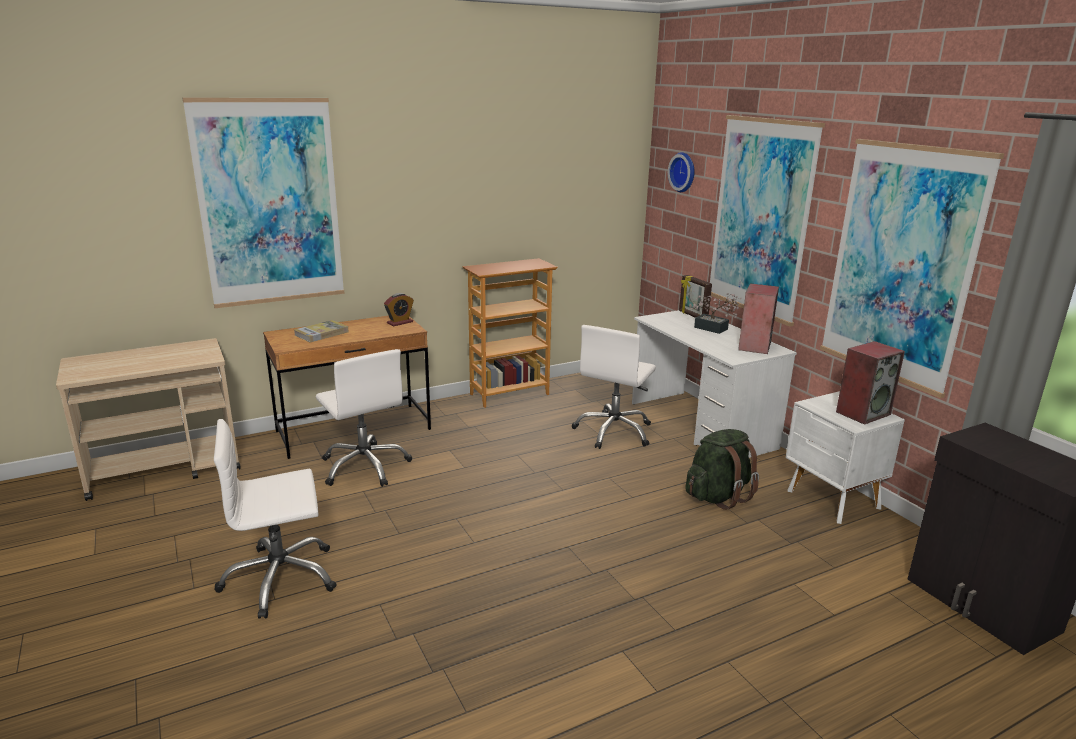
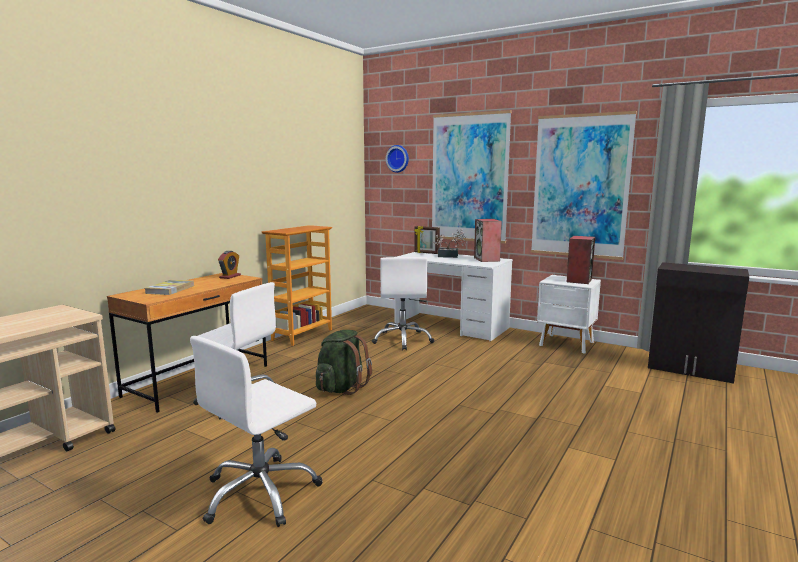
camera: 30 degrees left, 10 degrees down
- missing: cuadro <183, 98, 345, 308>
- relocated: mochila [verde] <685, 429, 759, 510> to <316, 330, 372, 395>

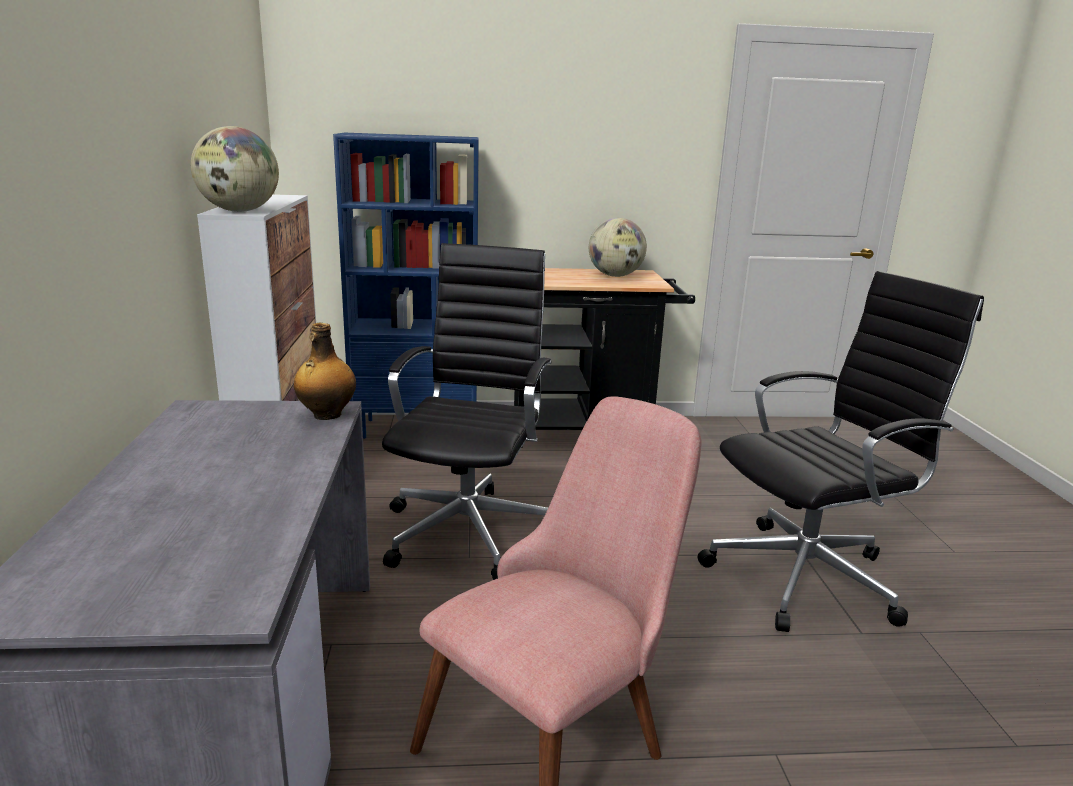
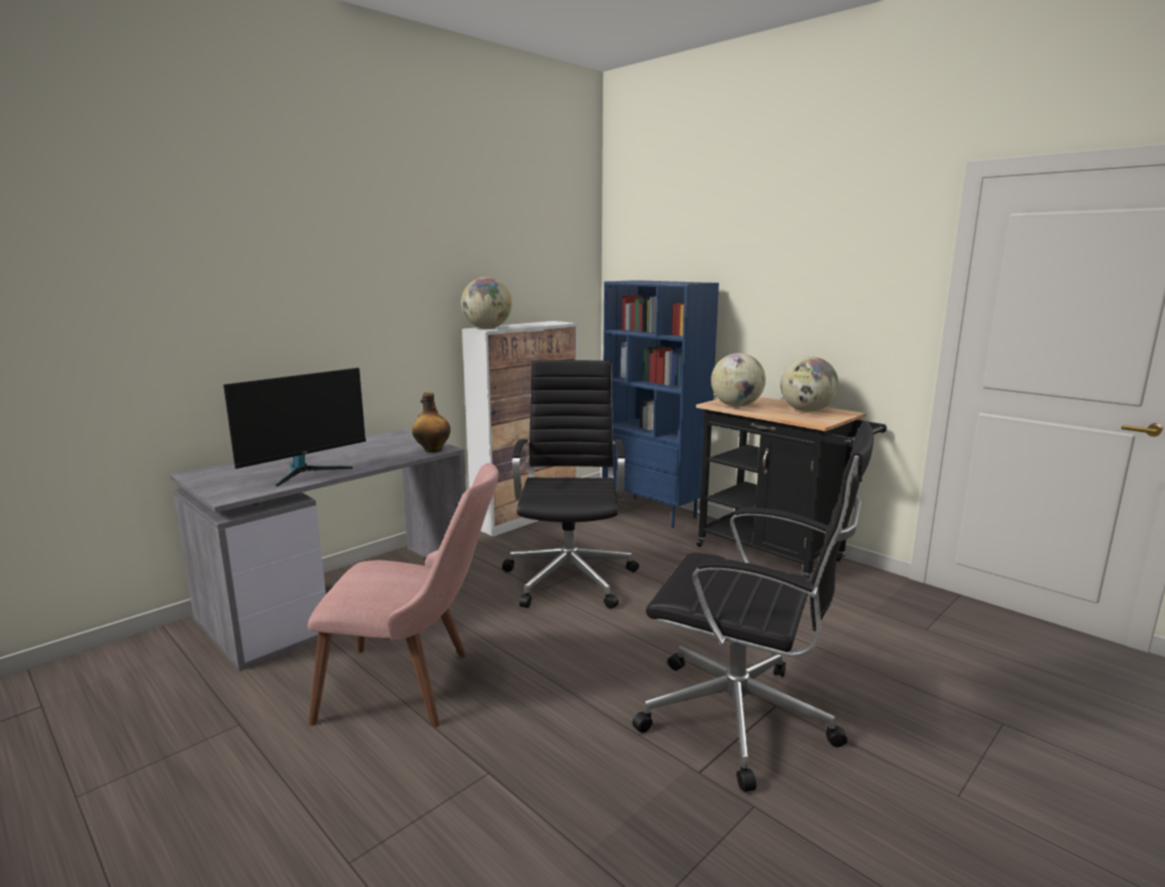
camera: 50 degrees right, 5 degrees down
- spun: silla de oficina [negro] <382, 243, 551, 580> = <502, 360, 639, 609> 60 degrees counterclockwise
- appeared: monitor <223, 368, 366, 487>
- appeared: globo terráqueo <711, 353, 766, 407>

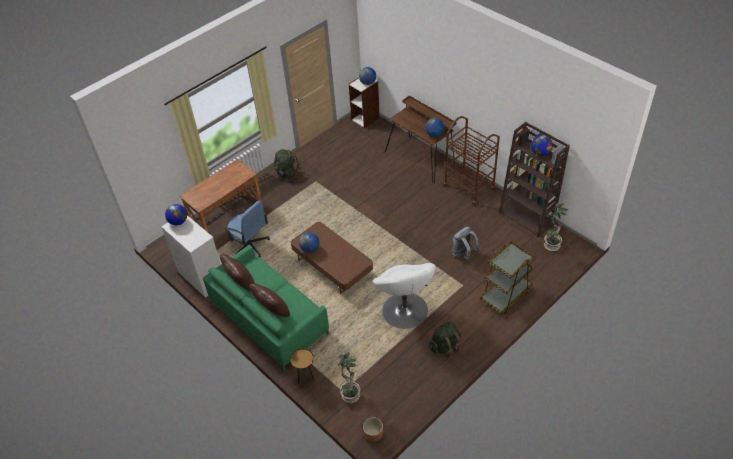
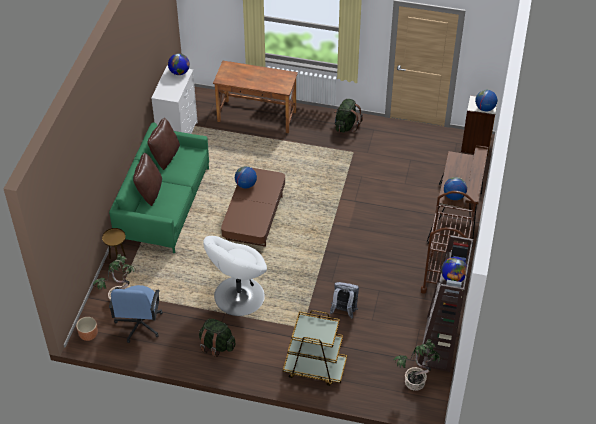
camera: 55 degrees right, 0 degrees up
- relocated: silla de oficina [azul] <224, 201, 270, 257> to <109, 285, 163, 343>

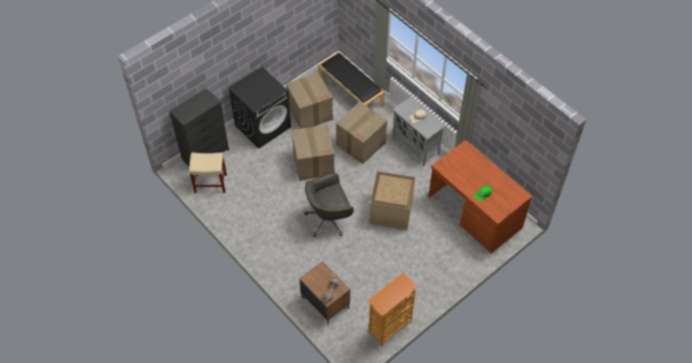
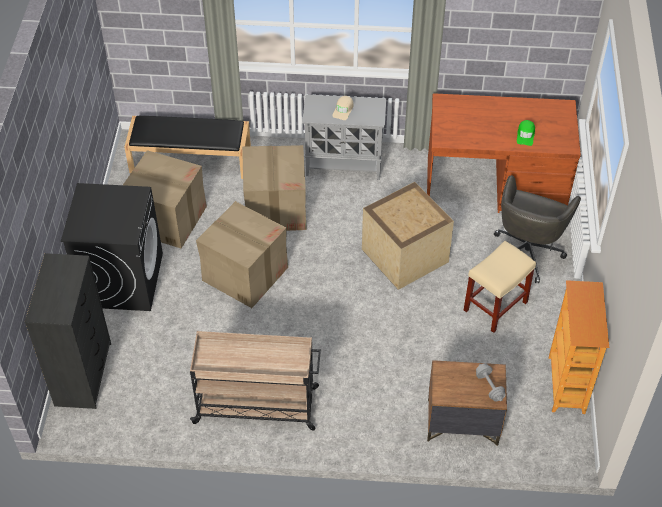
camera: 45 degrees left, 5 degrees down
- relocated: taburete [beis] <189, 152, 227, 193> to <464, 241, 536, 333>
- relocated: silla de oficina [gris] <304, 173, 354, 237> to <494, 175, 581, 283>
- appeared: carrito [beis] <190, 331, 321, 431>

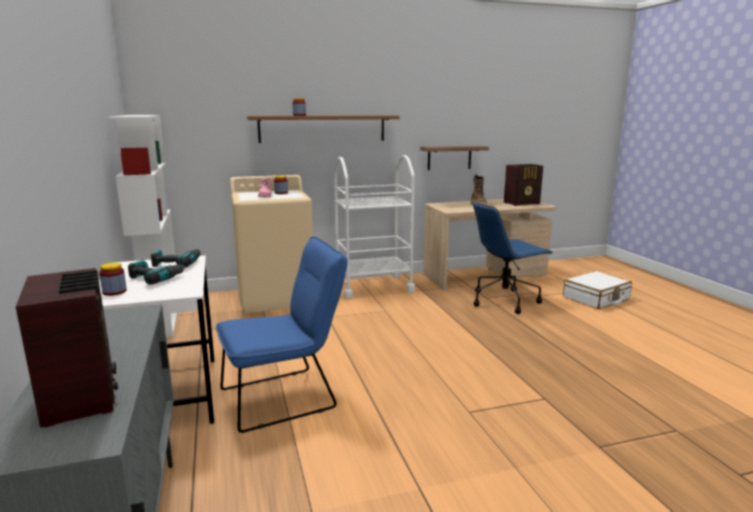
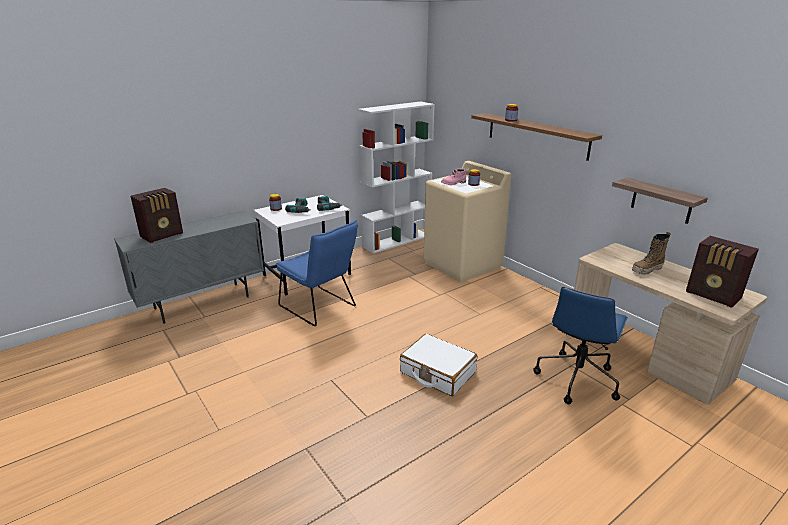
camera: 70 degrees right, 10 degrees up
- missing: carrito [blanco] <334, 155, 415, 298>
- spun: silla de oficina [azul] <473, 202, 553, 314> = <534, 287, 628, 404> 105 degrees counterclockwise
- relocated: maleta [blanco] <563, 271, 632, 309> to <400, 334, 477, 396>

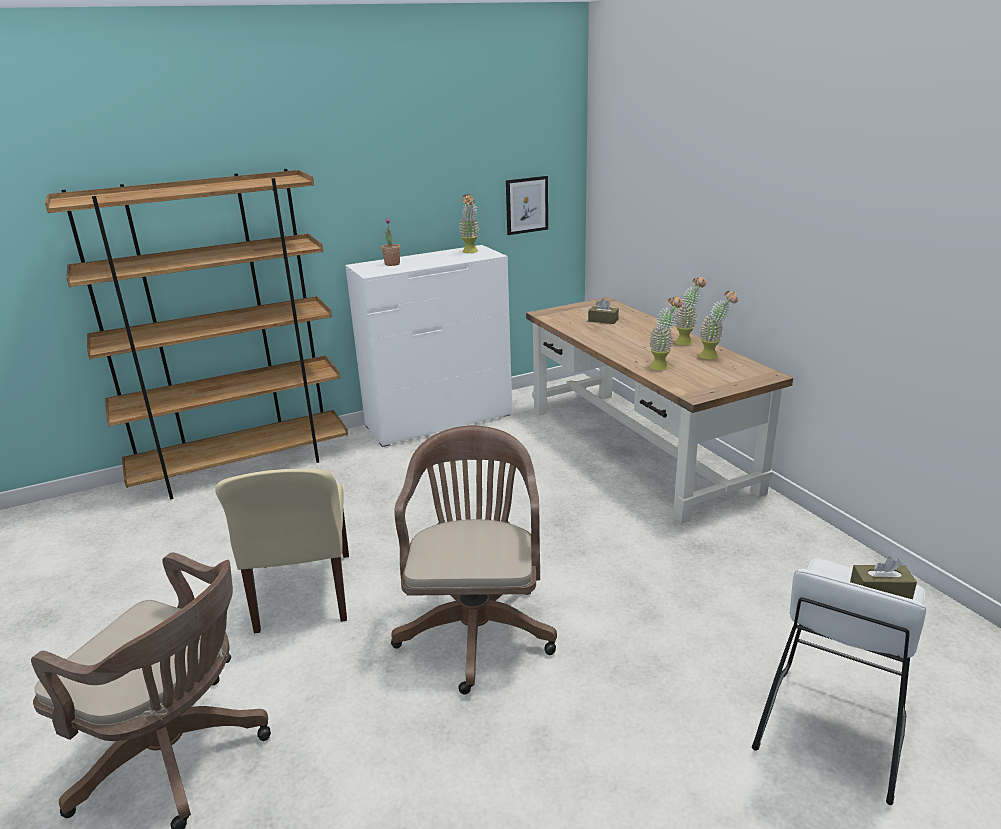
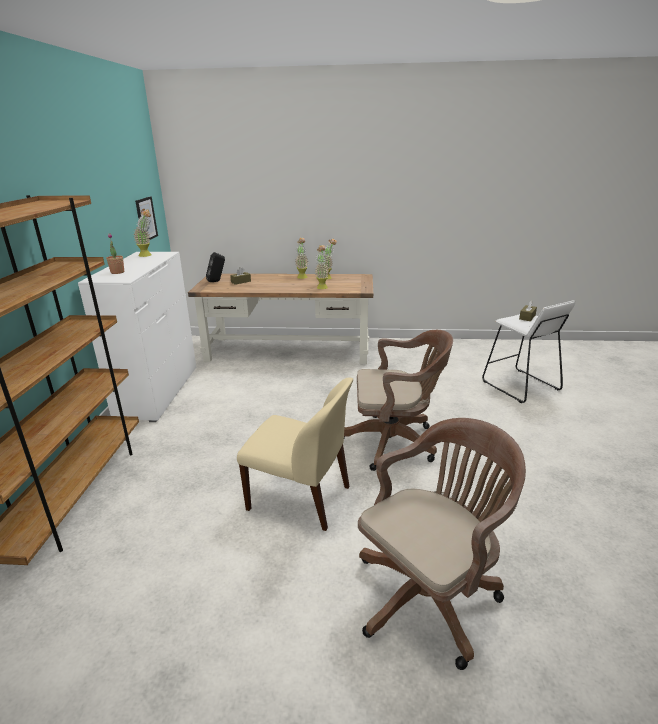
camera: 60 degrees left, 0 degrees up
- spun: silla de oficina [marrón] <391, 426, 557, 695> = <344, 330, 453, 471> 150 degrees clockwise
- appeared: altavoz [negro] <206, 252, 225, 282>

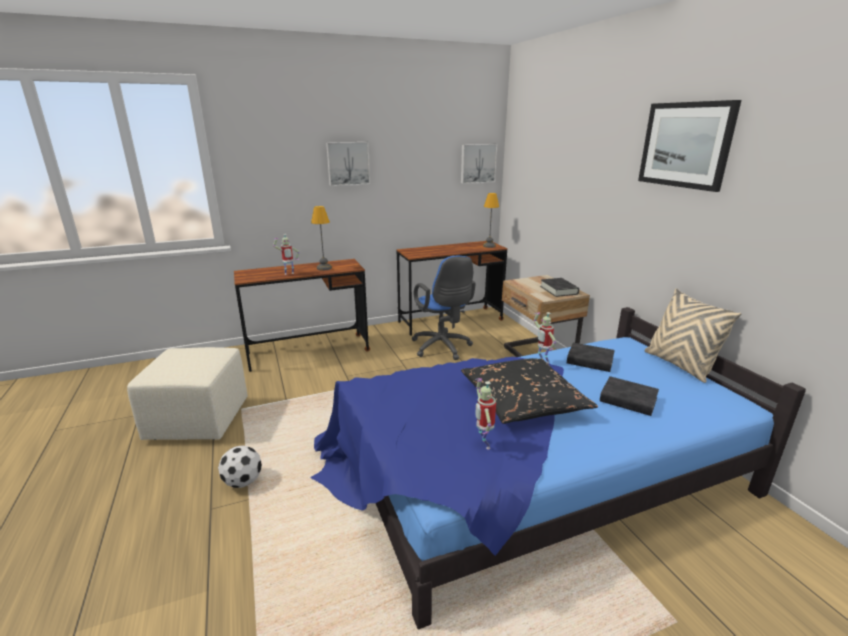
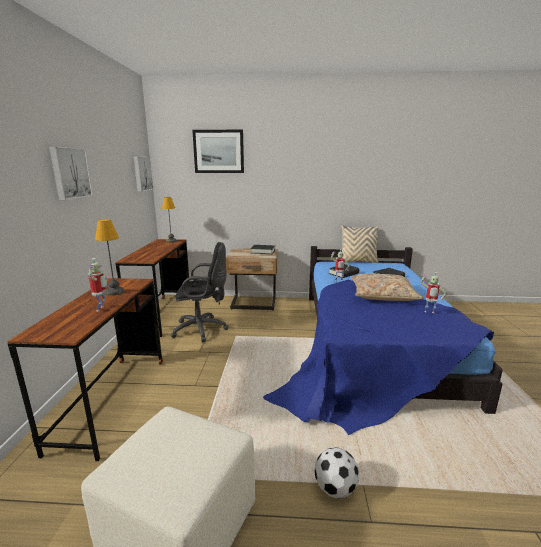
camera: 65 degrees left, 5 degrees down
- colour: silla de oficina [azul] <411, 256, 476, 360> to silla de oficina [negro] <170, 242, 229, 342>
- colour: cojín [negro] <461, 358, 598, 424> to cojín [beis] <351, 274, 424, 301>
- relocated: cuadro <638, 100, 741, 192> to <192, 130, 244, 173>

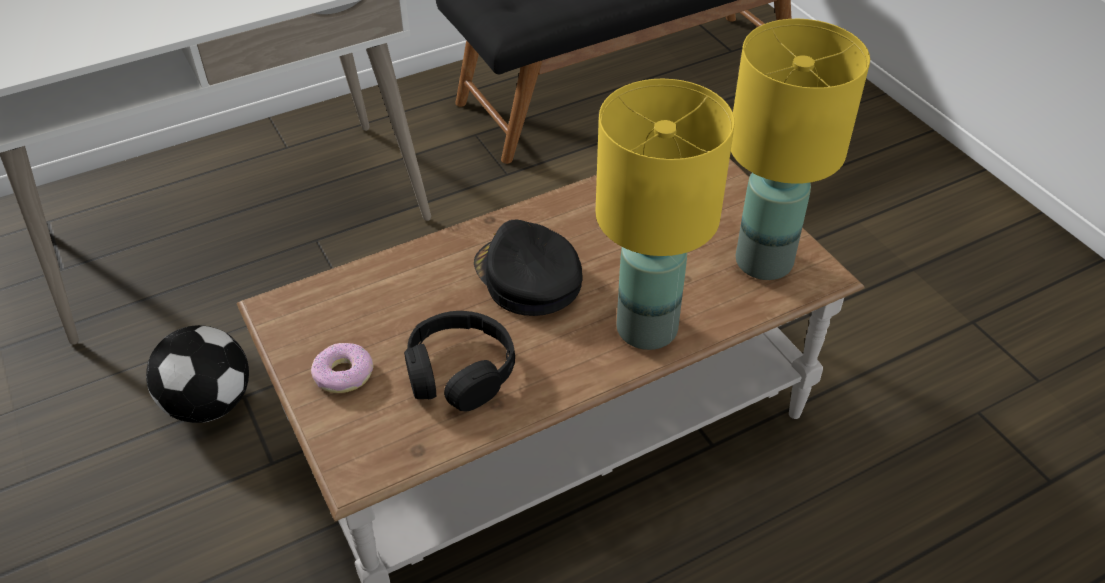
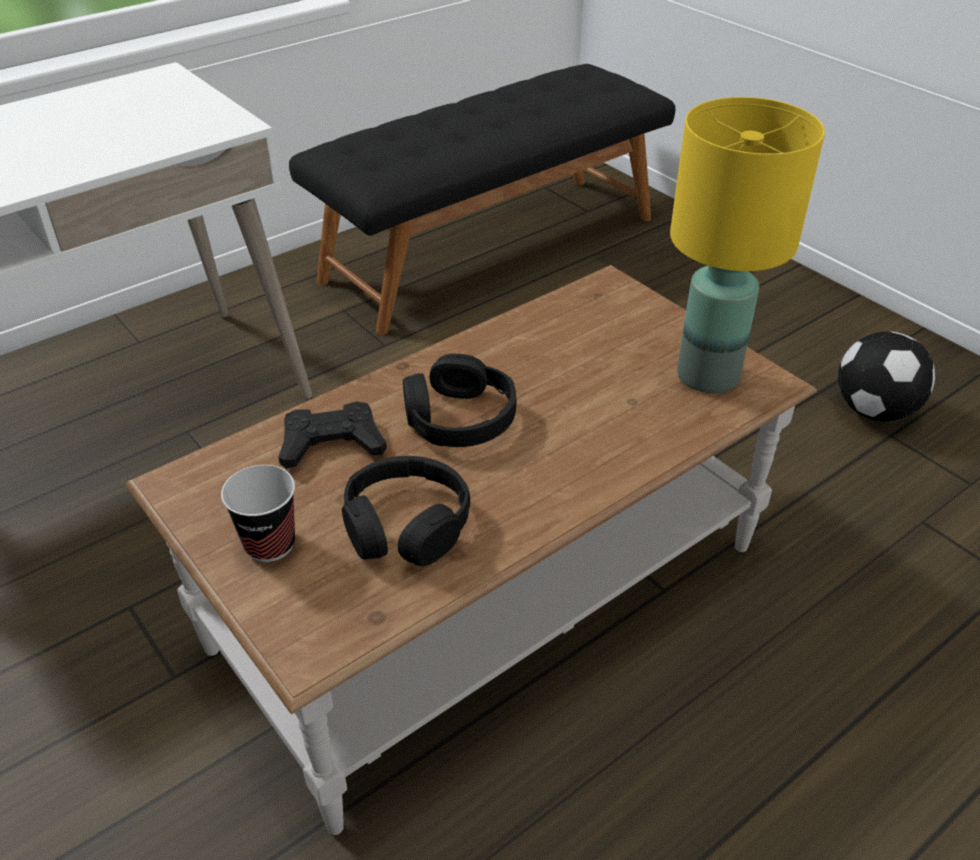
camera: 10 degrees left, 5 degrees down
- relocated: balón de fútbol <146, 325, 249, 423> to <838, 331, 935, 422>
- exchanged: rosquilla <311, 343, 373, 393> to taza <221, 465, 295, 562>
- exchanged: gorra [negro] <474, 220, 583, 316> to auriculares [negro] <403, 354, 516, 447>
- missing: lámpara de mesa [amarillo] <596, 79, 735, 350>
- appeared: mando de consola [negro] <278, 401, 387, 469>

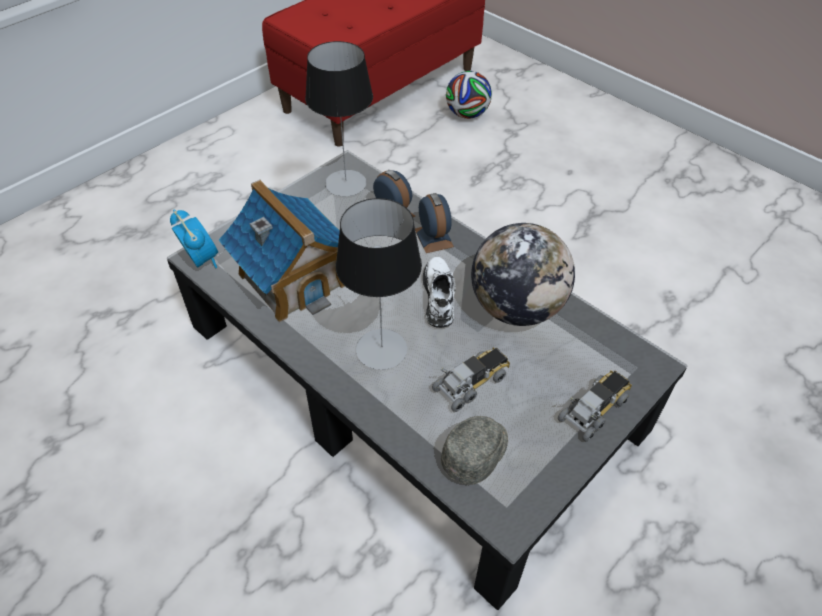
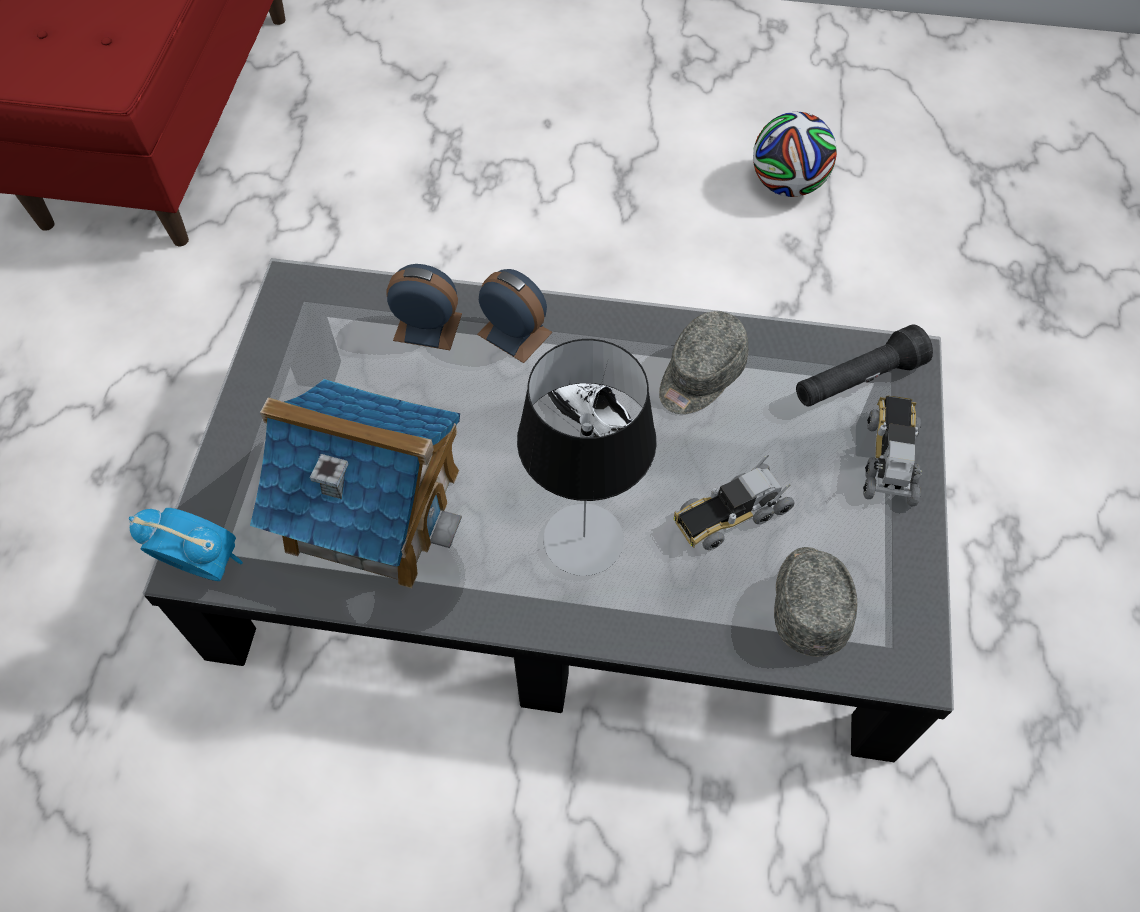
camera: 35 degrees left, 10 degrees up
- missing: lámpara de mesa <305, 41, 373, 196>
- spun: camión de juguete <432, 347, 510, 412> = <674, 455, 794, 550> 135 degrees counterclockwise
- relocated: balón de fútbol <446, 71, 492, 119> to <753, 112, 837, 197>
- exchanged: globo terráqueo <471, 223, 575, 326> to gorra [gris] <659, 311, 749, 414>
- appeared: linterna [negro] <796, 324, 933, 407>

